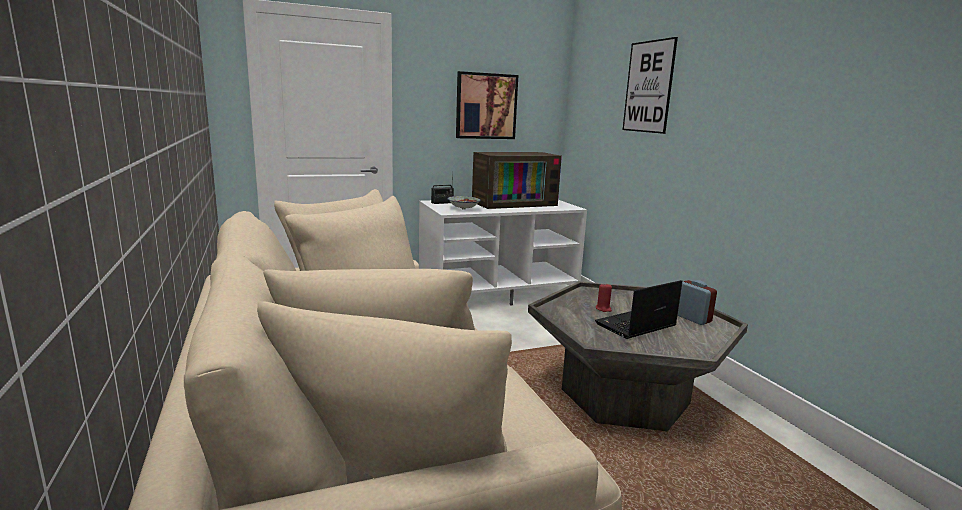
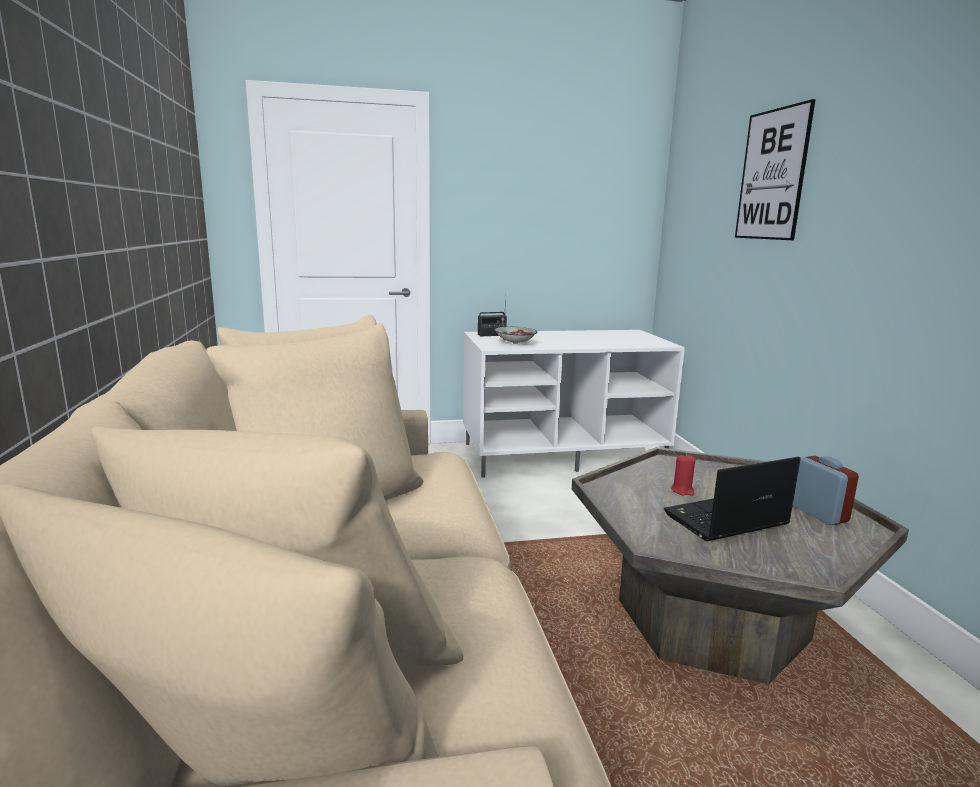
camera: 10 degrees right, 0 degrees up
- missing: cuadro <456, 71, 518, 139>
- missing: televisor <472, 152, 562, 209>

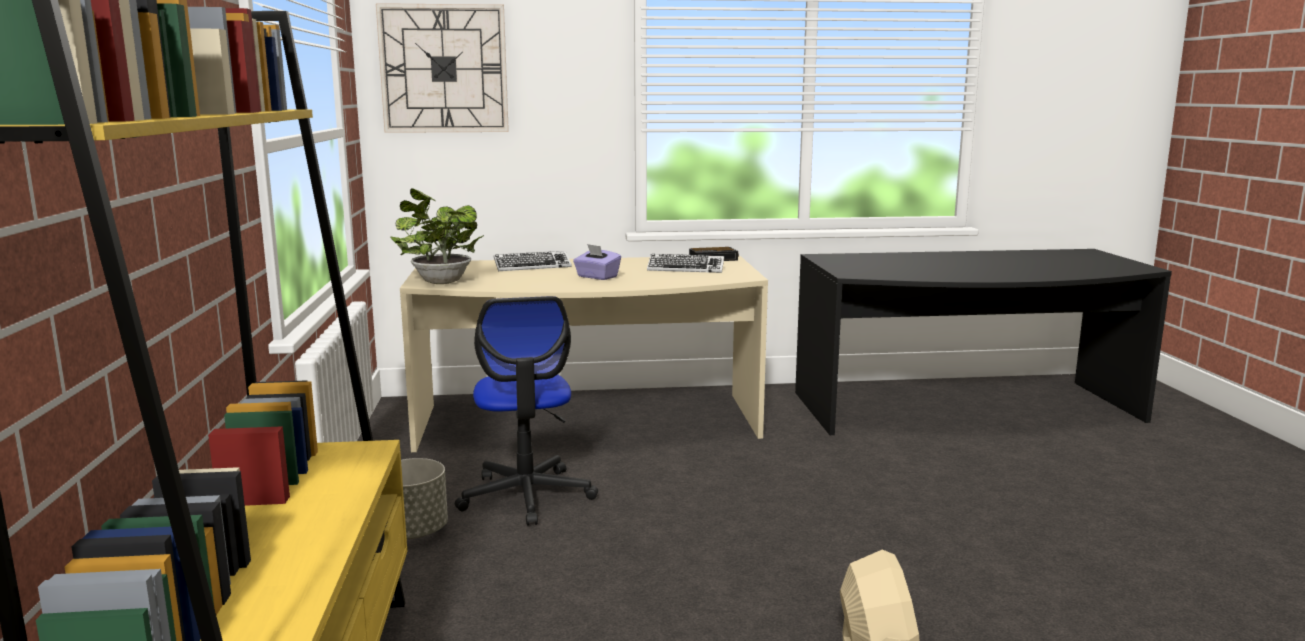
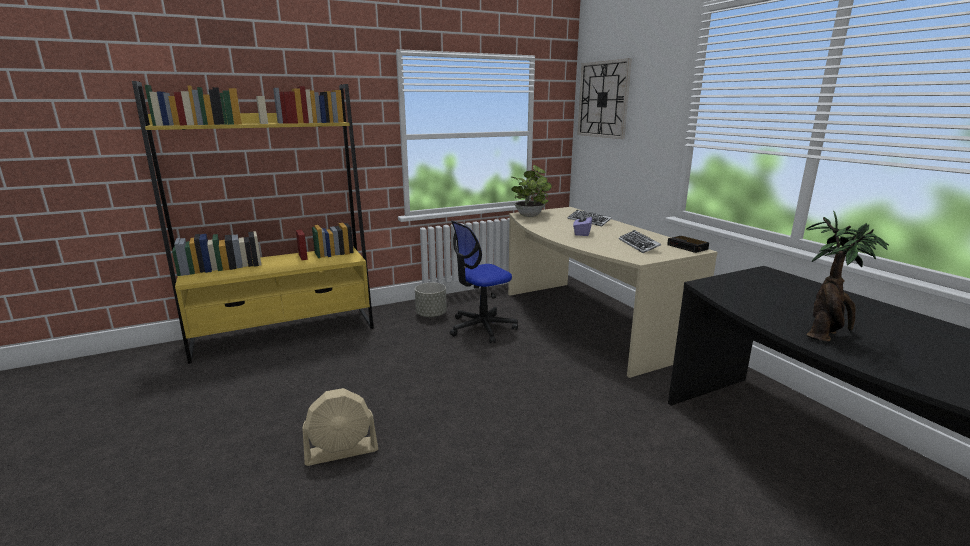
camera: 70 degrees right, 5 degrees up
- appeared: planta en maceta <806, 211, 889, 342>

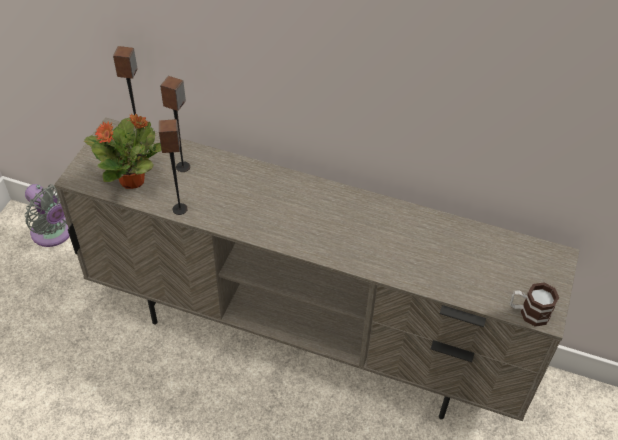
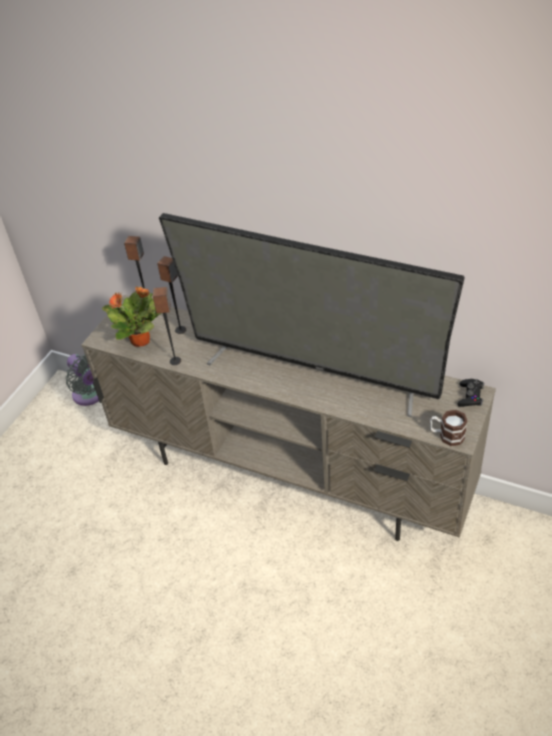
camera: 10 degrees right, 5 degrees down
- appeared: televisor <159, 213, 465, 417>
- appeared: mando de consola [negro] <457, 379, 484, 407>

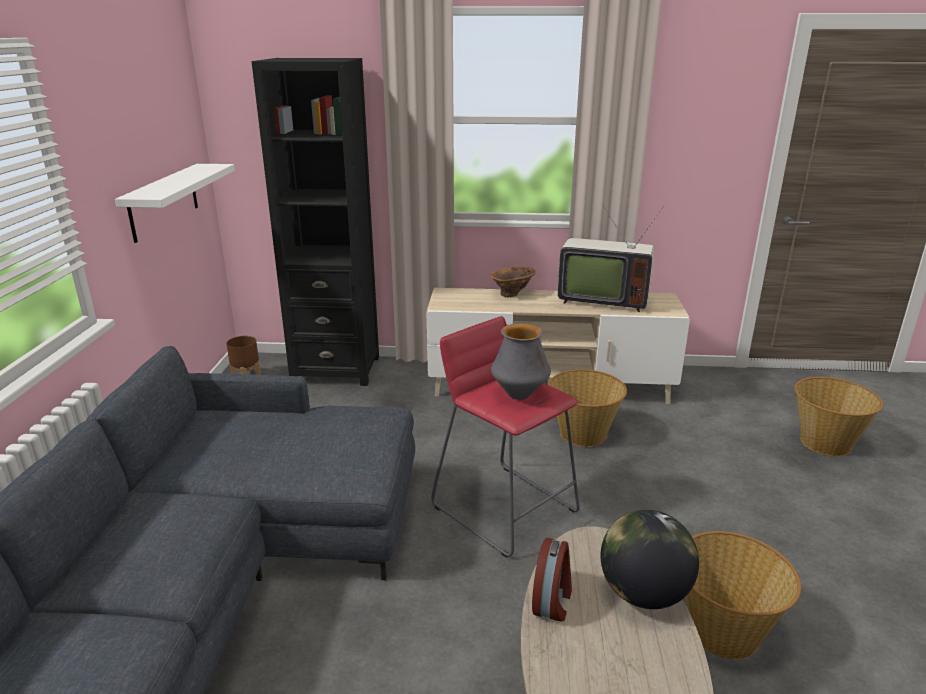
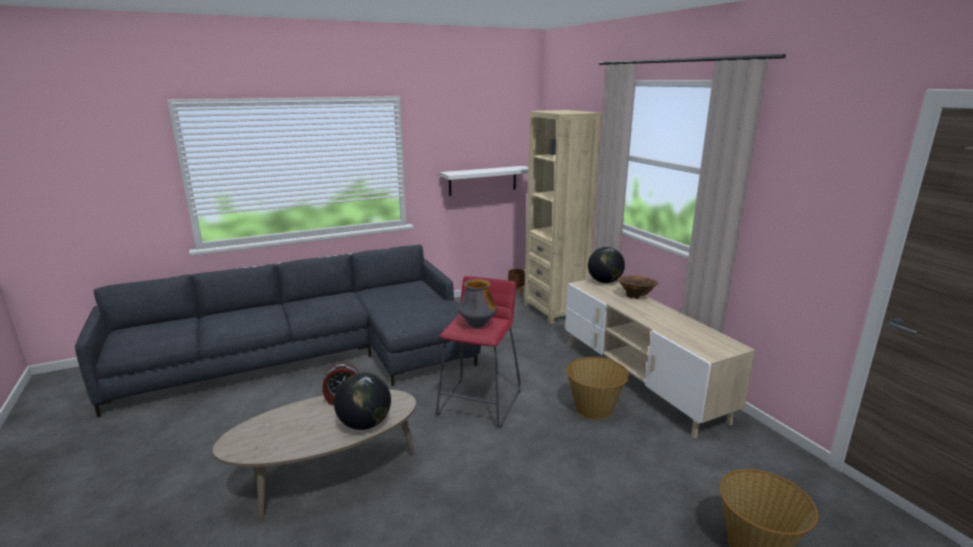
camera: 60 degrees right, 5 degrees down
- colour: estantería [negro] <252, 58, 379, 386> to estantería [beis] <525, 110, 602, 324>
- missing: televisor <558, 205, 664, 312>
- missing: cesta <685, 531, 801, 660>
- appeared: globo terráqueo <588, 247, 625, 283>

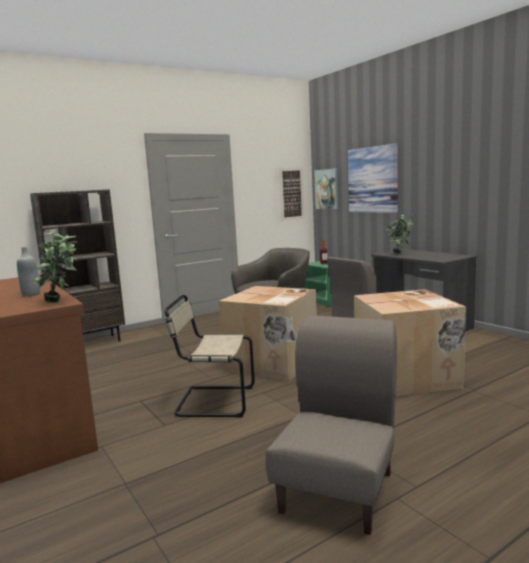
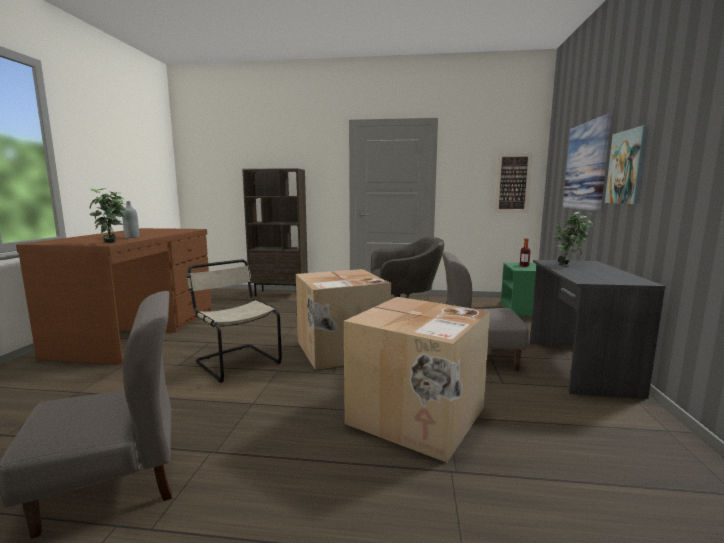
camera: 40 degrees right, 0 degrees up
- relocated: cuadro <314, 168, 338, 209> to <605, 125, 649, 204>

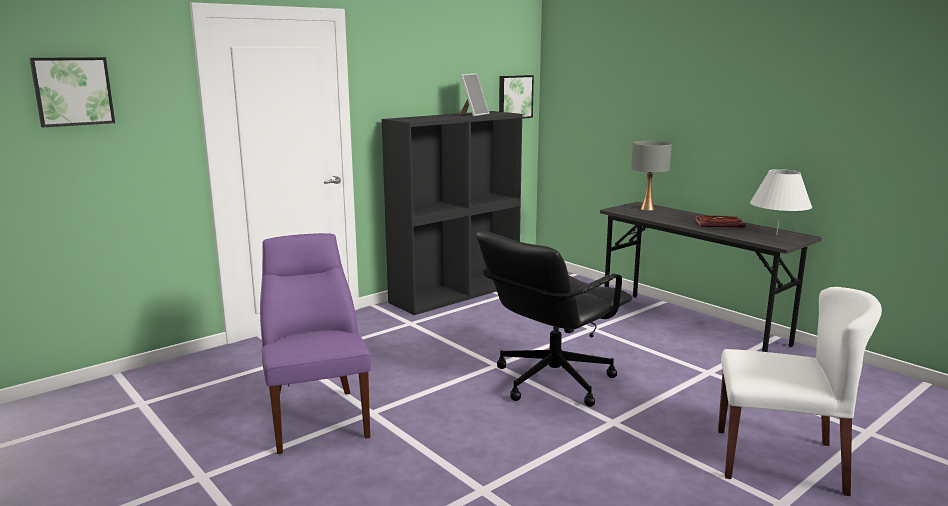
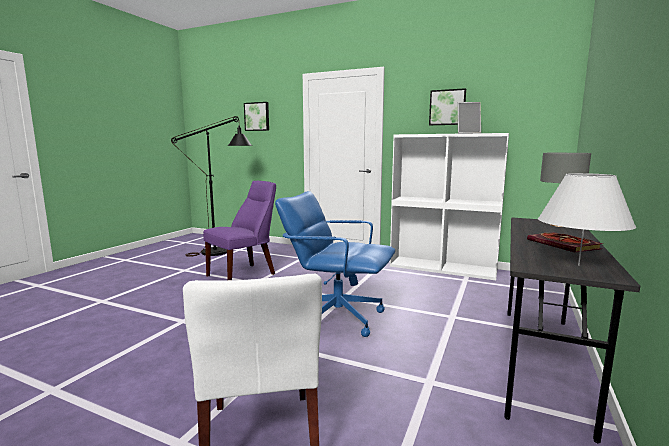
camera: 65 degrees right, 5 degrees down
- colour: estantería [negro] <382, 111, 522, 315> to estantería [blanco] <390, 133, 509, 280>
- colour: silla de oficina [negro] <477, 231, 632, 407> to silla de oficina [azul] <275, 191, 395, 337>
- relocated: cuadro <499, 75, 534, 119> to <429, 88, 466, 125>
- appeared: lámpara de pie [negro] <171, 116, 253, 257>

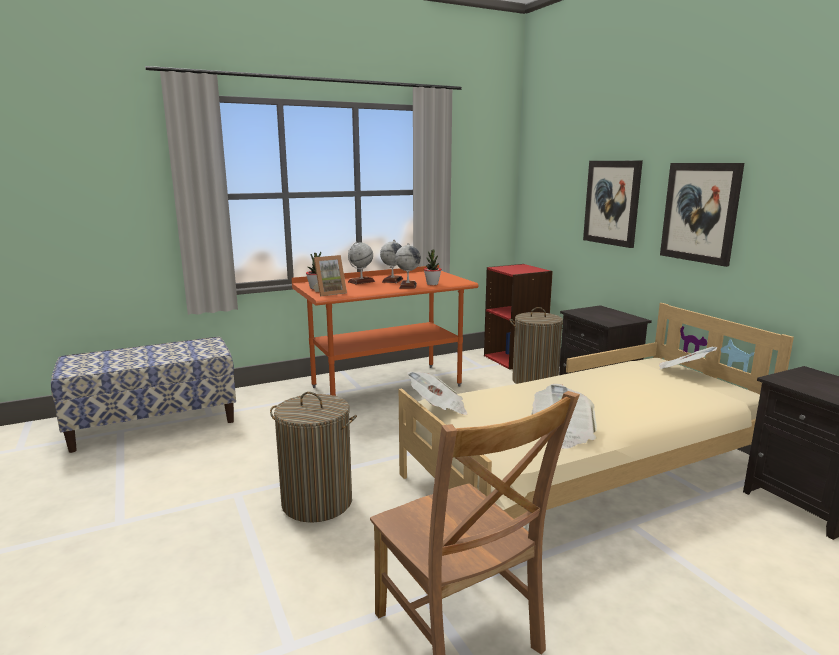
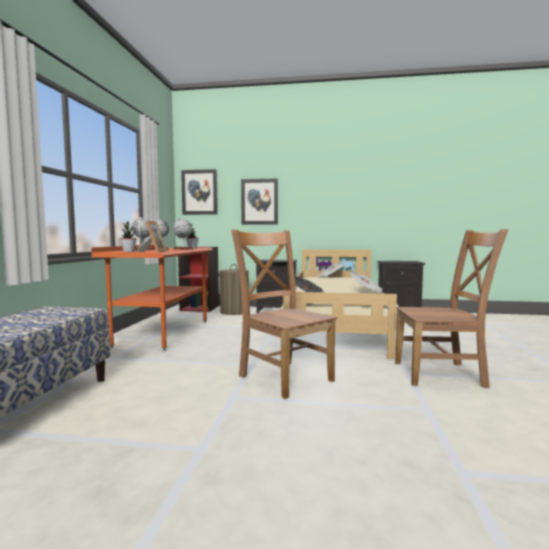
camera: 55 degrees left, 10 degrees down
- exchanged: cesto de la ropa <270, 392, 357, 523> to silla [marrón] <231, 230, 337, 399>
- relocated: cuadro <660, 163, 744, 267> to <181, 169, 218, 215>

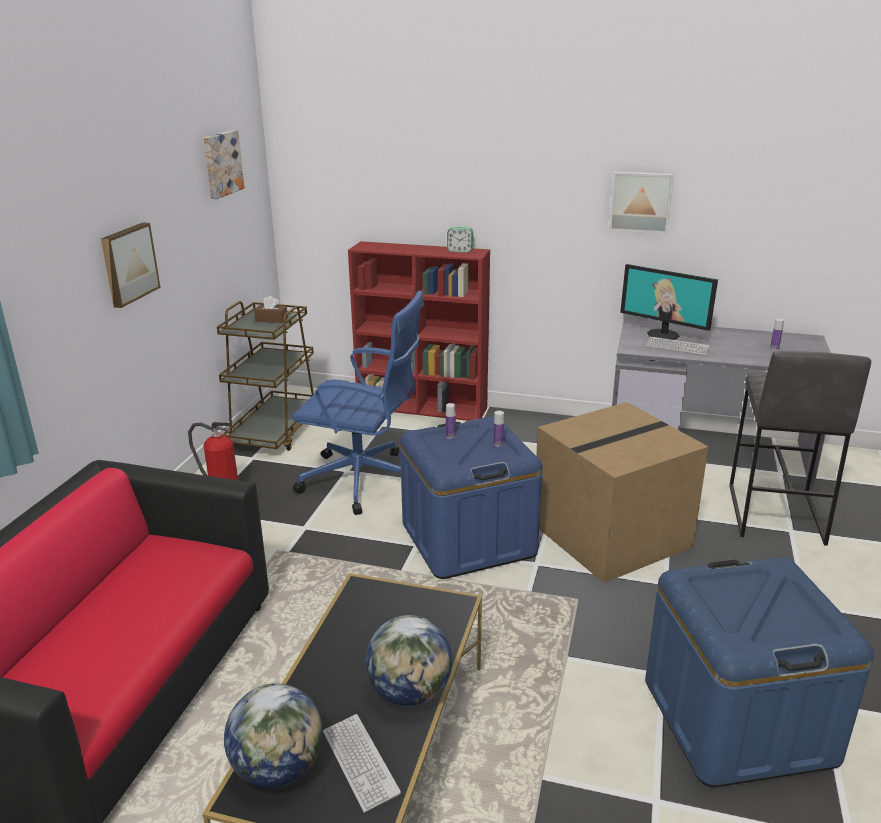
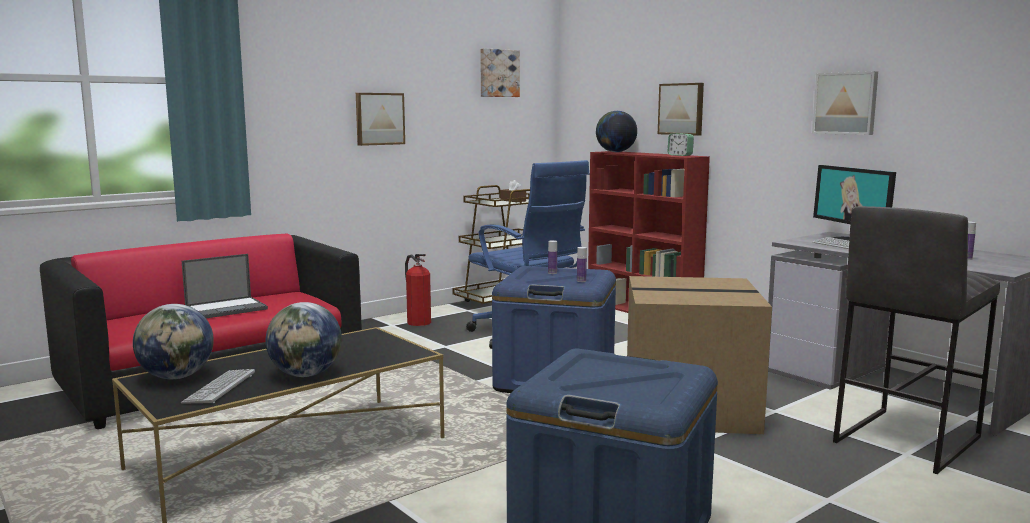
camera: 35 degrees right, 15 degrees down
- appeared: portátil <182, 254, 268, 318>
- appeared: globo terráqueo <596, 111, 637, 152>
- appeared: cuadro <658, 83, 704, 136>

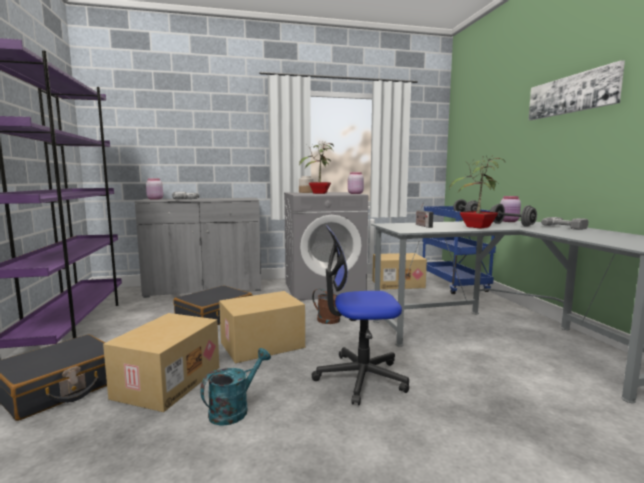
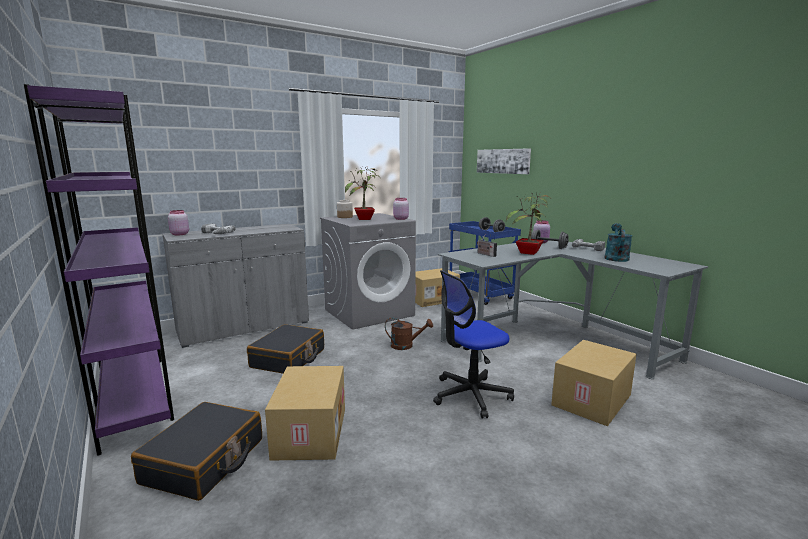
camera: 20 degrees left, 5 degrees up
- relocated: regadera [turquesa] <200, 348, 271, 426> to <604, 223, 632, 262>
- relocated: caja de cartón <219, 291, 305, 363> to <551, 340, 637, 426>
- relocated: cuadro <528, 60, 625, 120> to <477, 148, 531, 174>

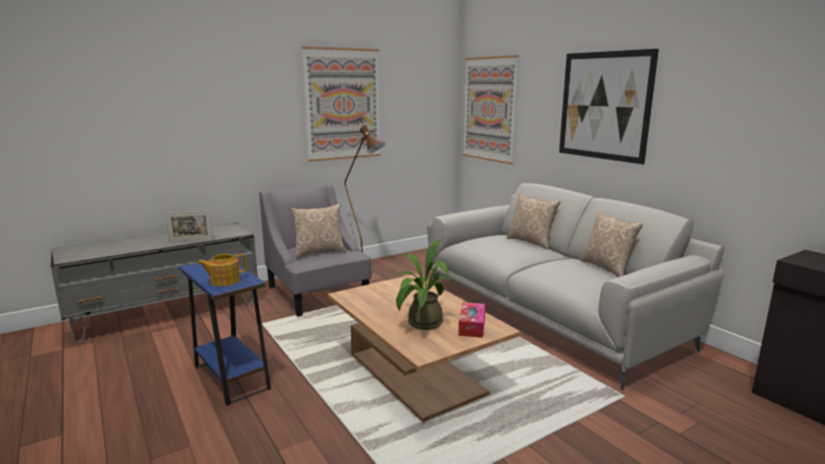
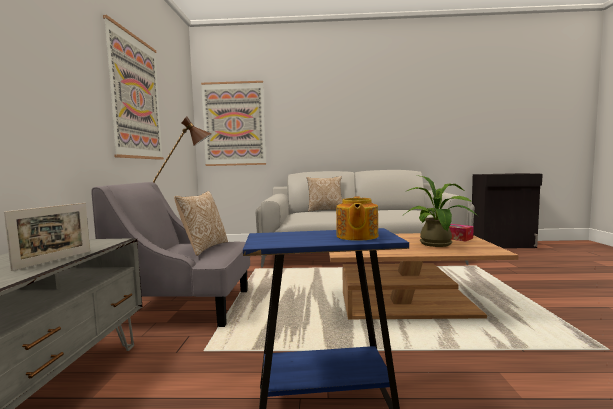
camera: 55 degrees left, 10 degrees down
- missing: cuadro <559, 49, 659, 165>
- missing: cojín <580, 211, 643, 277>

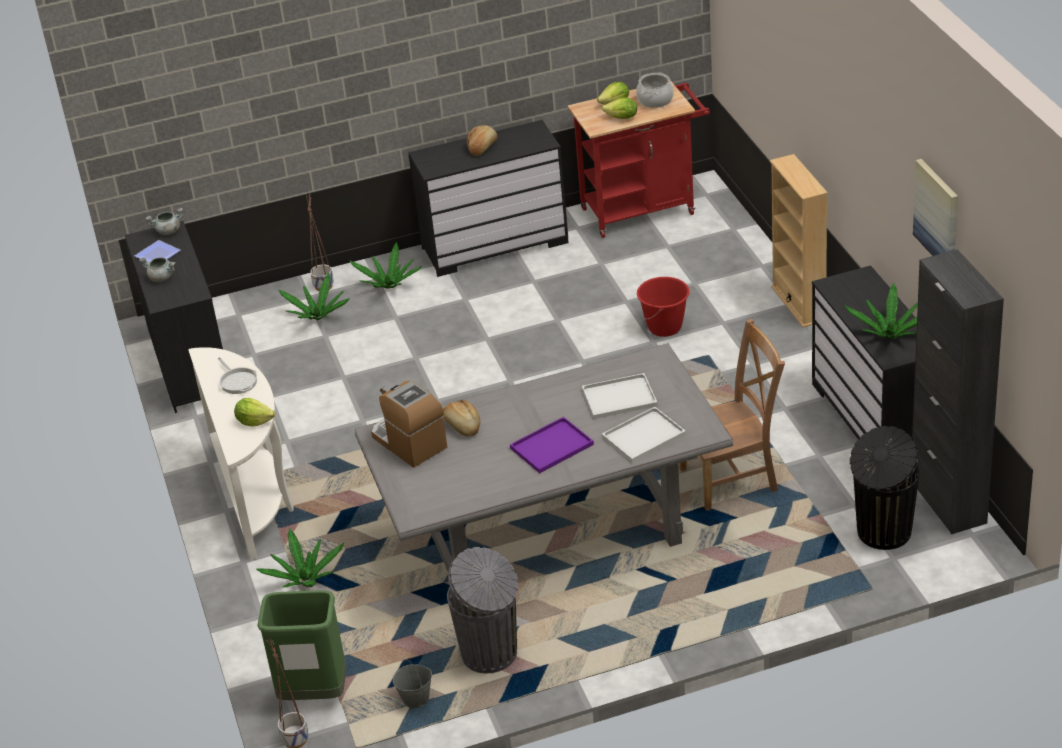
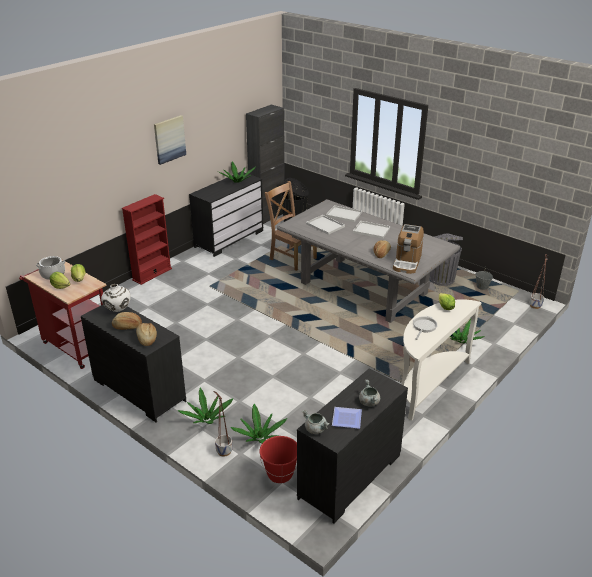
camera: 125 degrees left, 5 degrees down
- missing: papelera [verde] <257, 590, 347, 700>
- colour: bandeja [morado] <510, 417, 594, 473> to bandeja [blanco] <353, 221, 390, 239>
- relocated: cubo [rojo] <637, 277, 690, 337> to <259, 436, 297, 483>
- colour: estantería [beis] <770, 154, 828, 328> to estantería [rojo] <122, 194, 172, 285>
- relocated: cuadro <913, 159, 958, 256> to <154, 115, 186, 165>
- appeared: florero [blanco] <101, 284, 131, 312>
- appeared: pan <136, 323, 157, 346>

